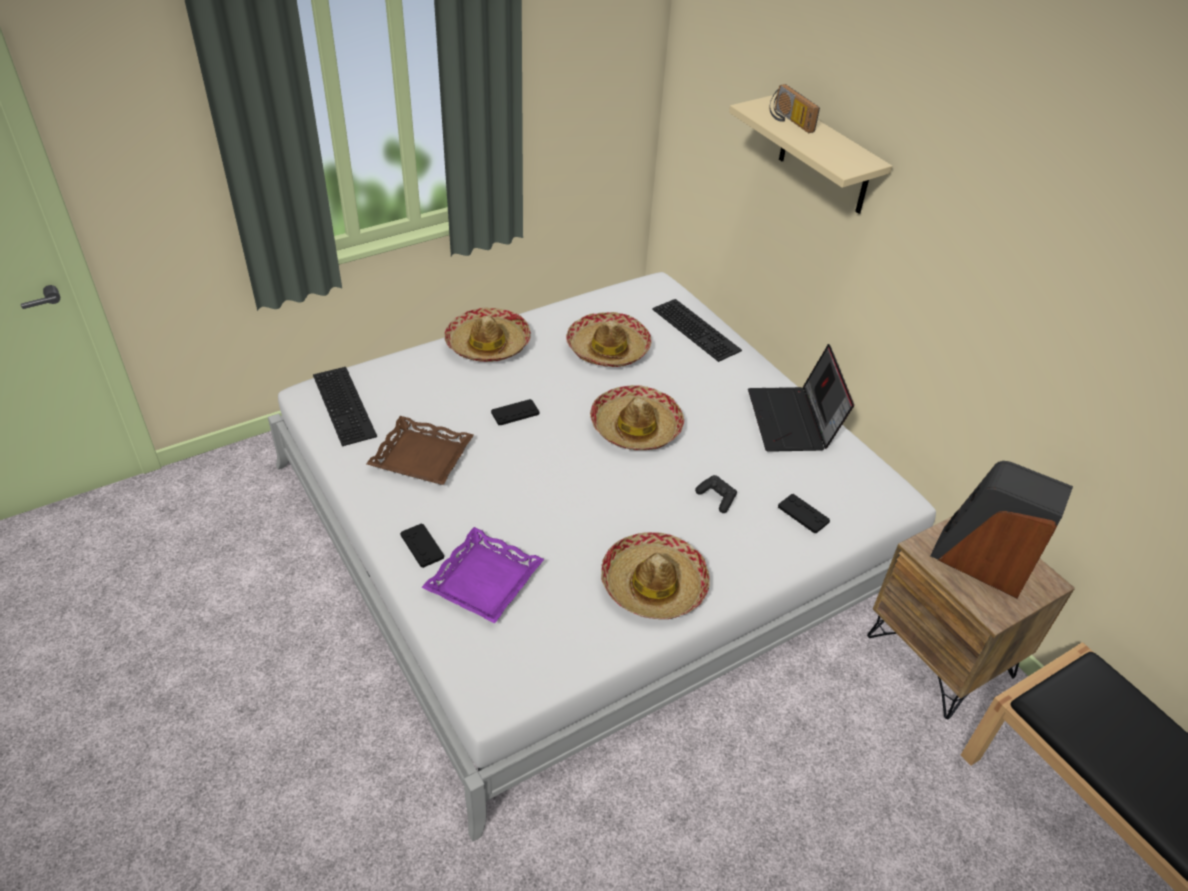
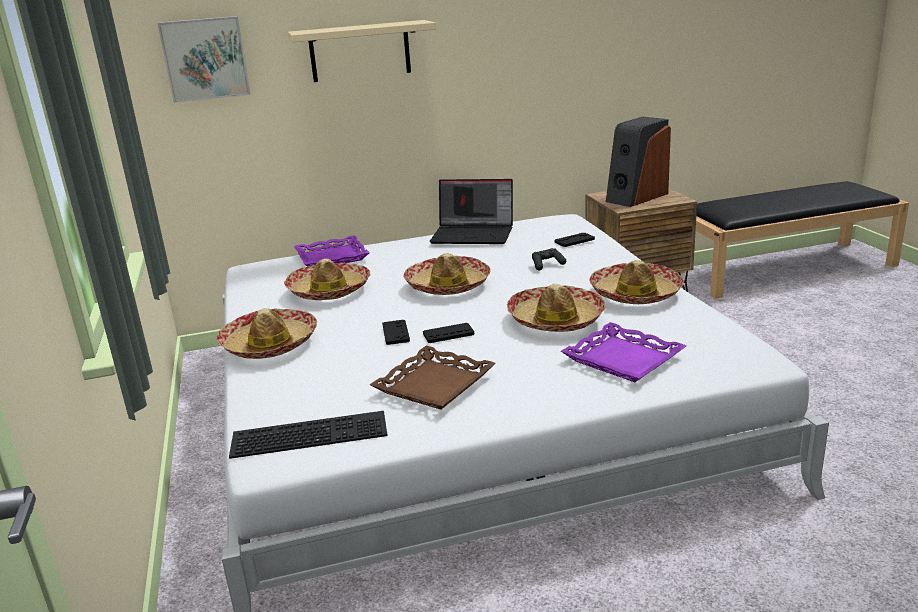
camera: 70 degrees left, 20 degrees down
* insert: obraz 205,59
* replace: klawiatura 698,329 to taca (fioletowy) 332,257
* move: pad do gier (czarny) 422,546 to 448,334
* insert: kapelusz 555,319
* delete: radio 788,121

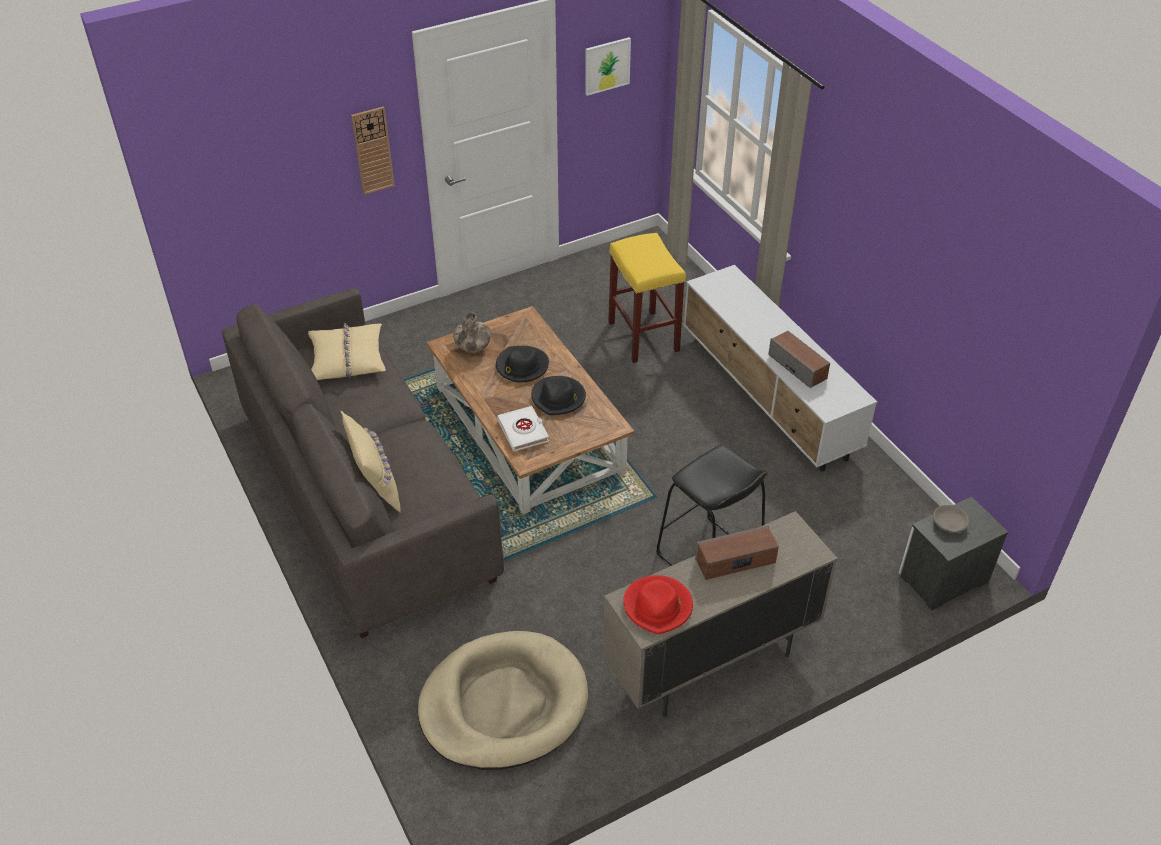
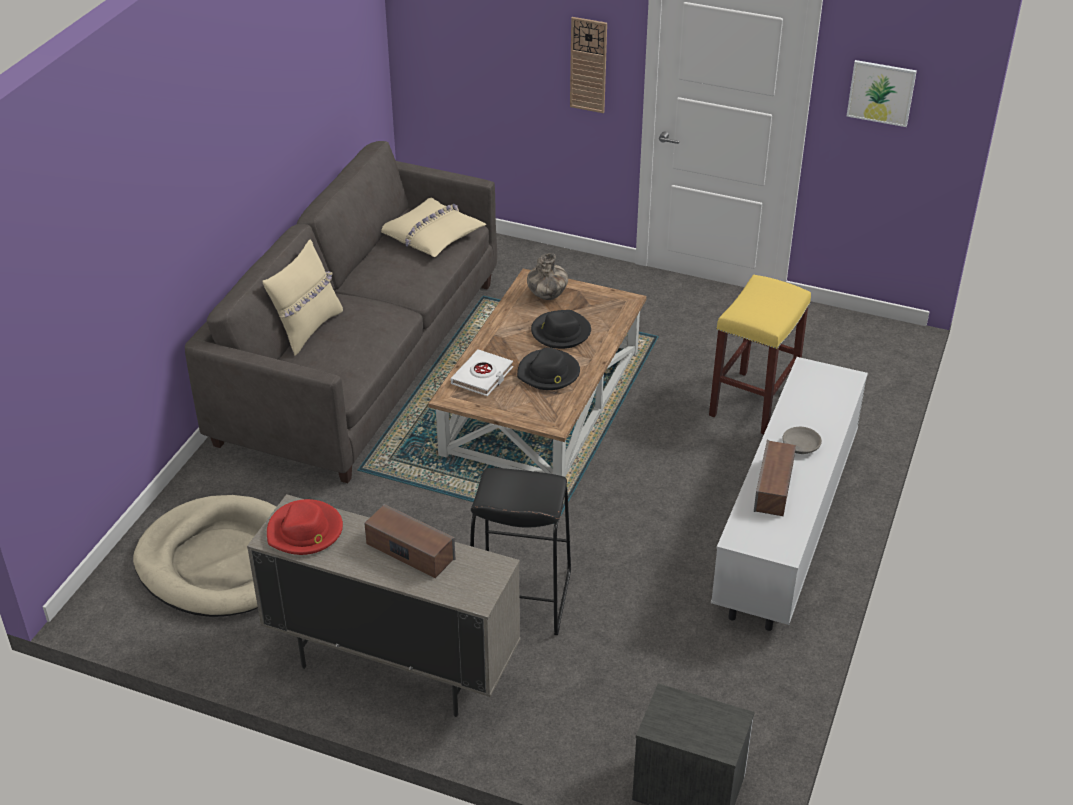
camera: 50 degrees right, 5 degrees down
* move: miska (szary) 949,523 to 800,446

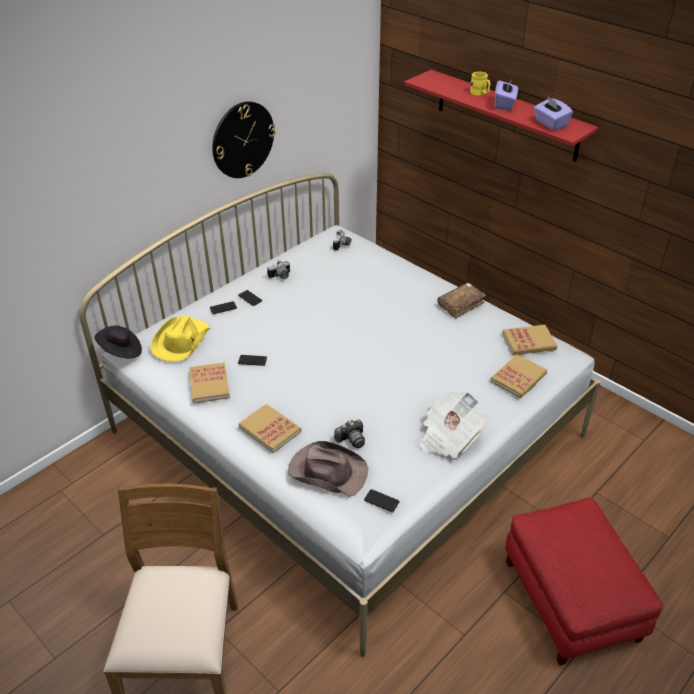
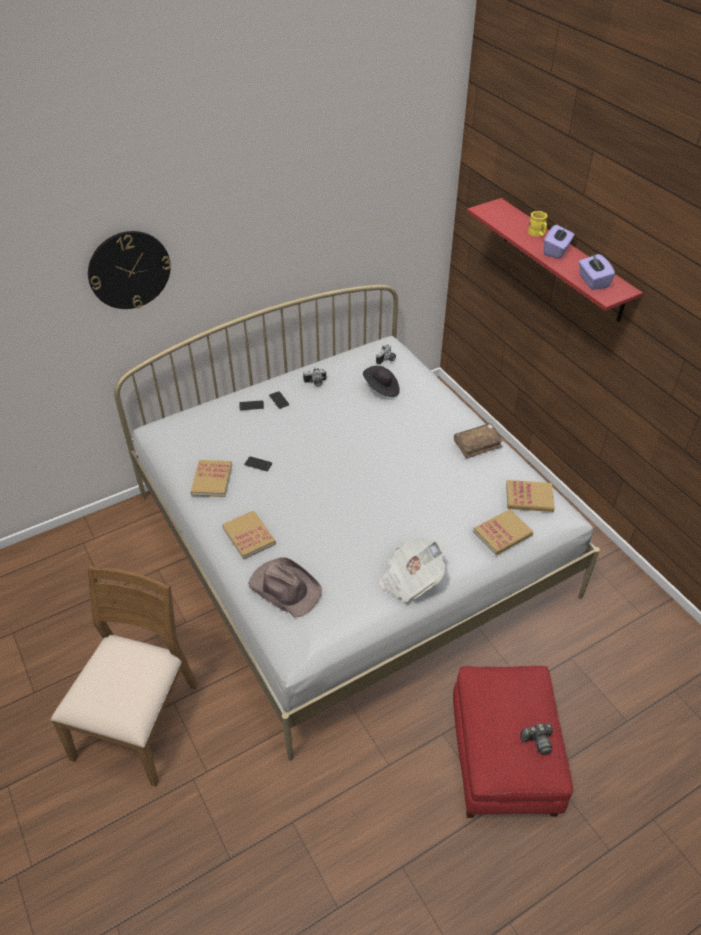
camera: 15 degrees right, 5 degrees up
* move: zegar ścienny 242,140 to 129,270
* move: kapelusz (czarny) 121,351 to 381,389
* move: aparat fotograficzny 351,439 to 537,741
* delete: kapelusz (żółty) 181,341
* delete: telefon 381,501

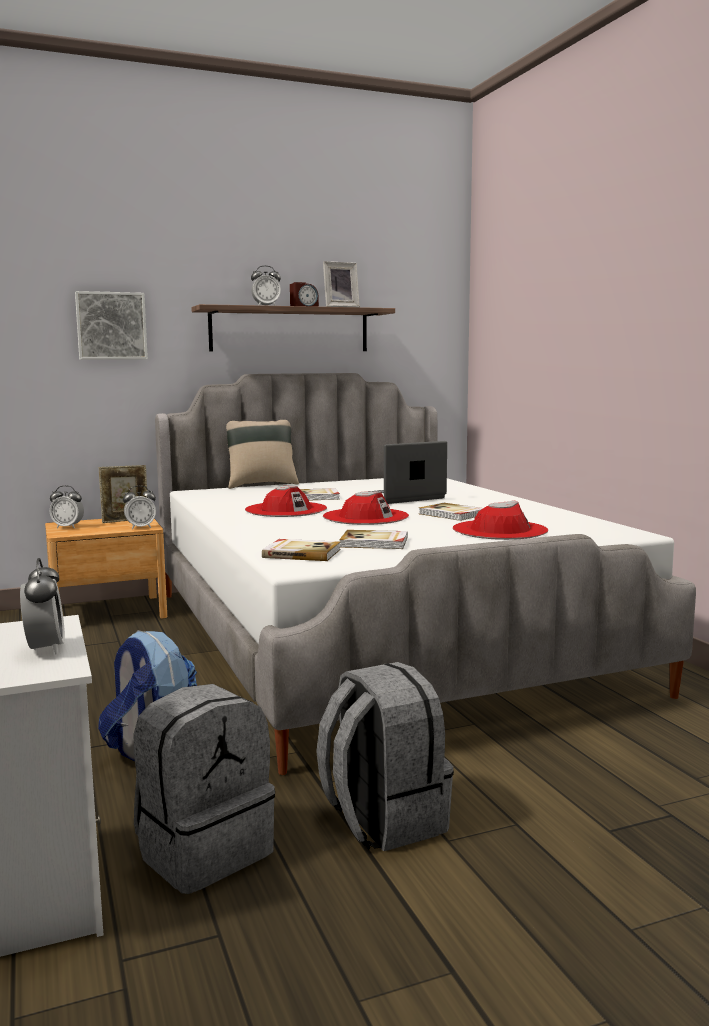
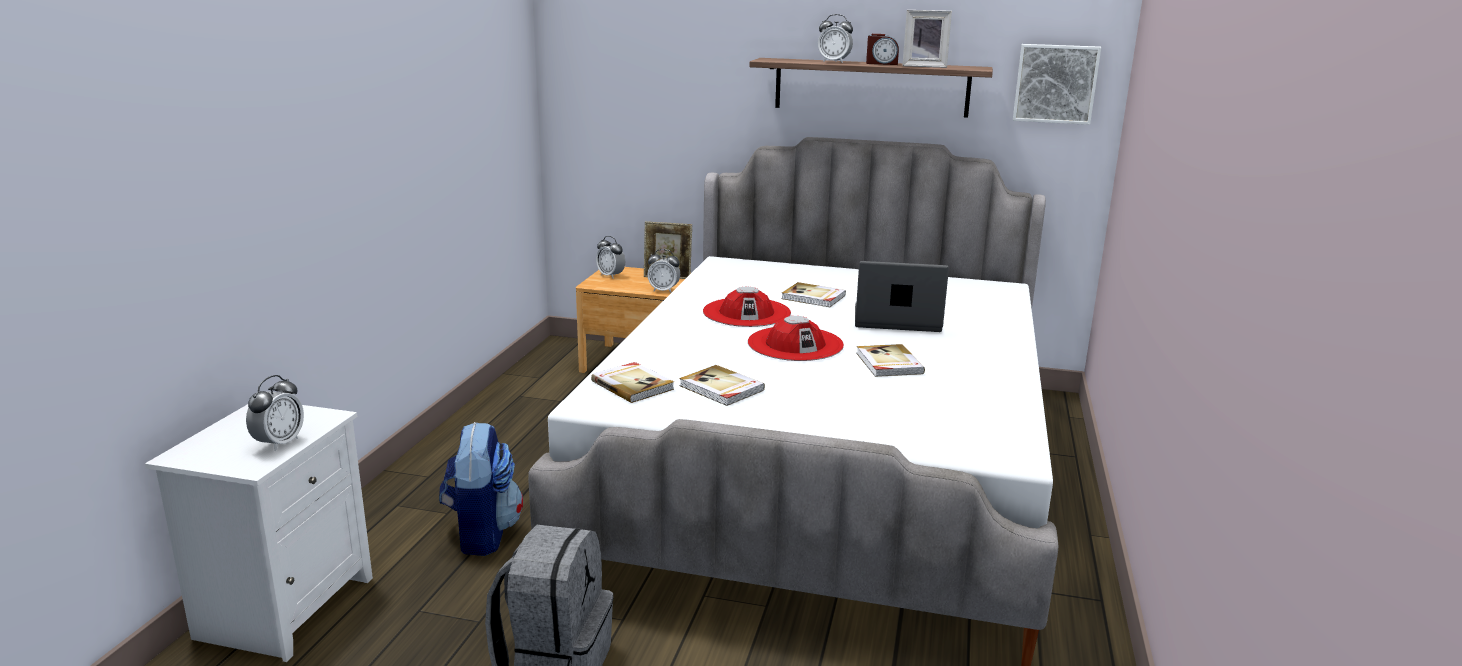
camera: 35 degrees right, 10 degrees up
* move: obraz 111,326 to 1055,83
* delete: plecak (szary) 204,850
* delete: poduszka (beżowy) 260,484
* delete: kapelusz (czerwony) 499,530

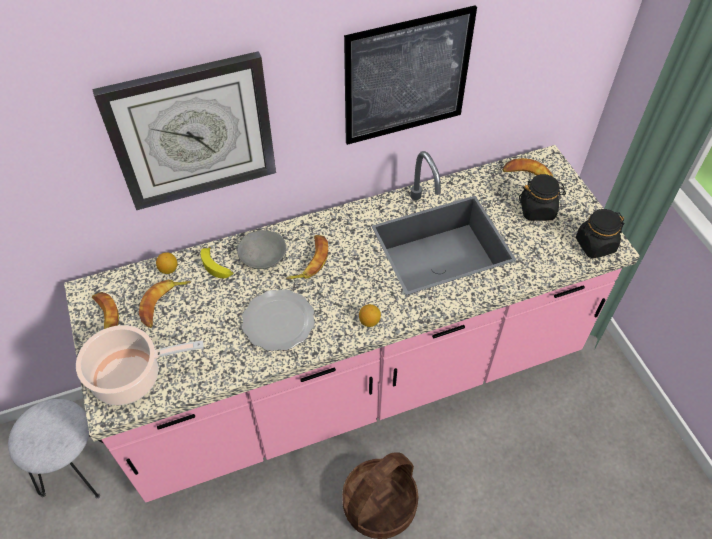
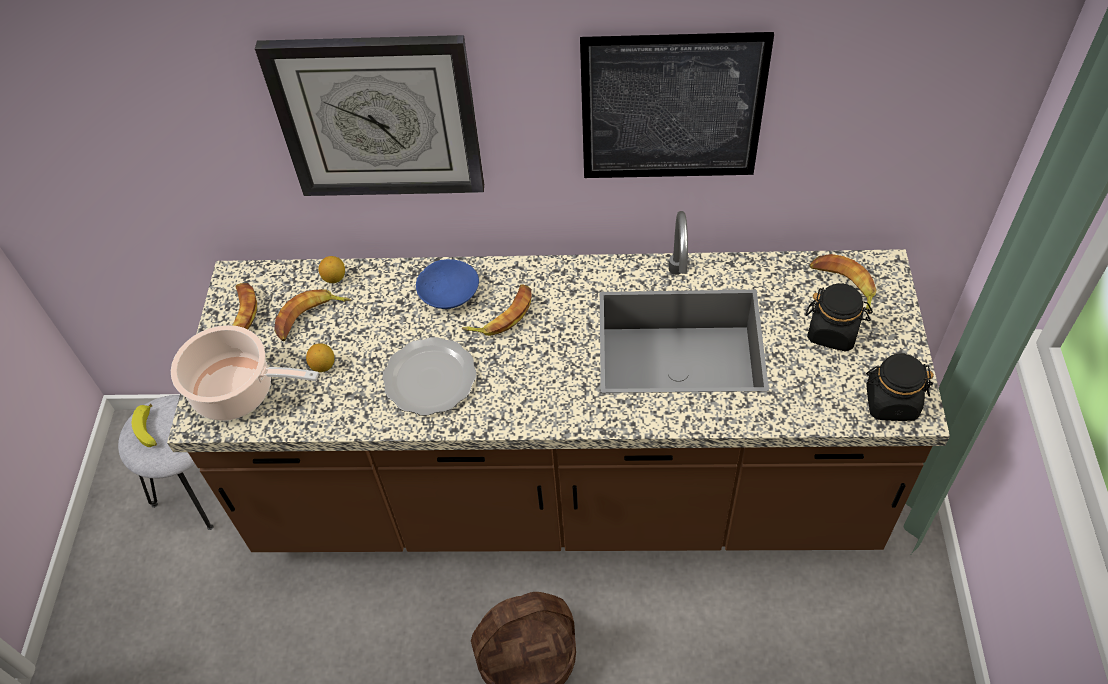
camera: 25 degrees right, 0 degrees up
* move: banan 217,267 to 149,430
* recolor: zabudowa kuchenna (różowy) 356,379 to zabudowa kuchenna (brązowy) 565,491
* move: cytryna 369,321 to 323,365
* recolor: miska (szary) 262,255 to miska (niebieski) 449,292

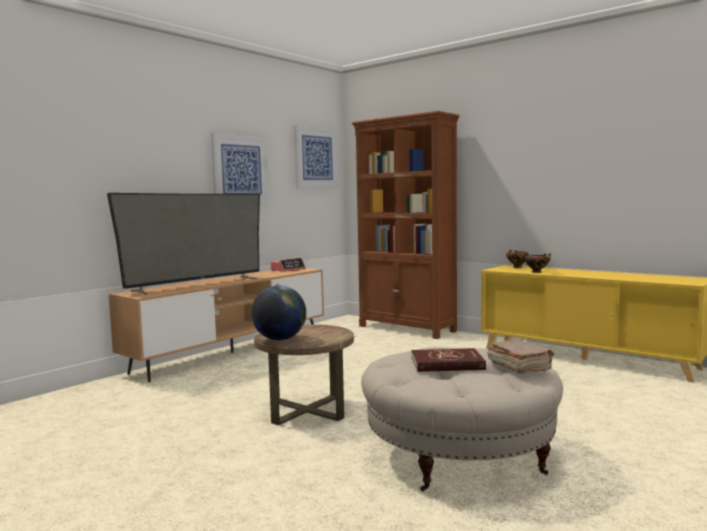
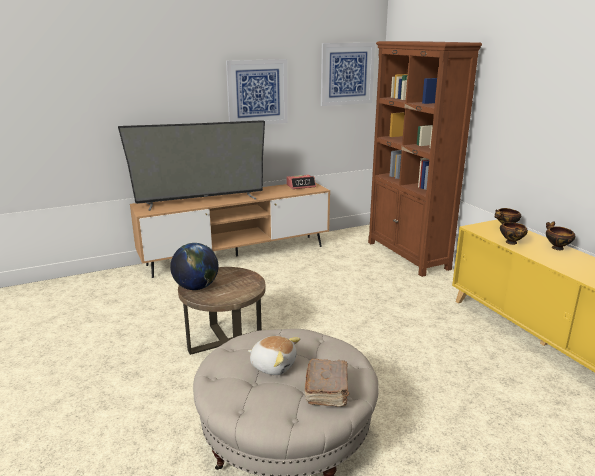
camera: 25 degrees right, 15 degrees up
* replace: książka (czerwony) 447,364 to pluszak 273,365
* insert: miska 556,247

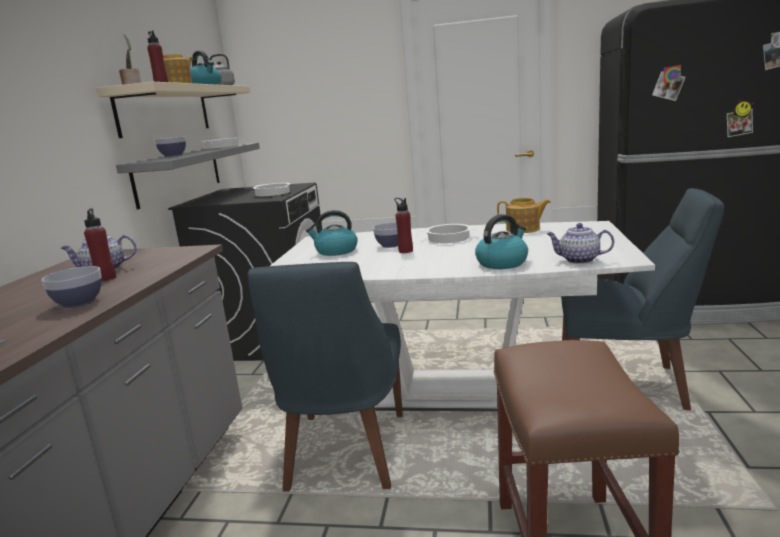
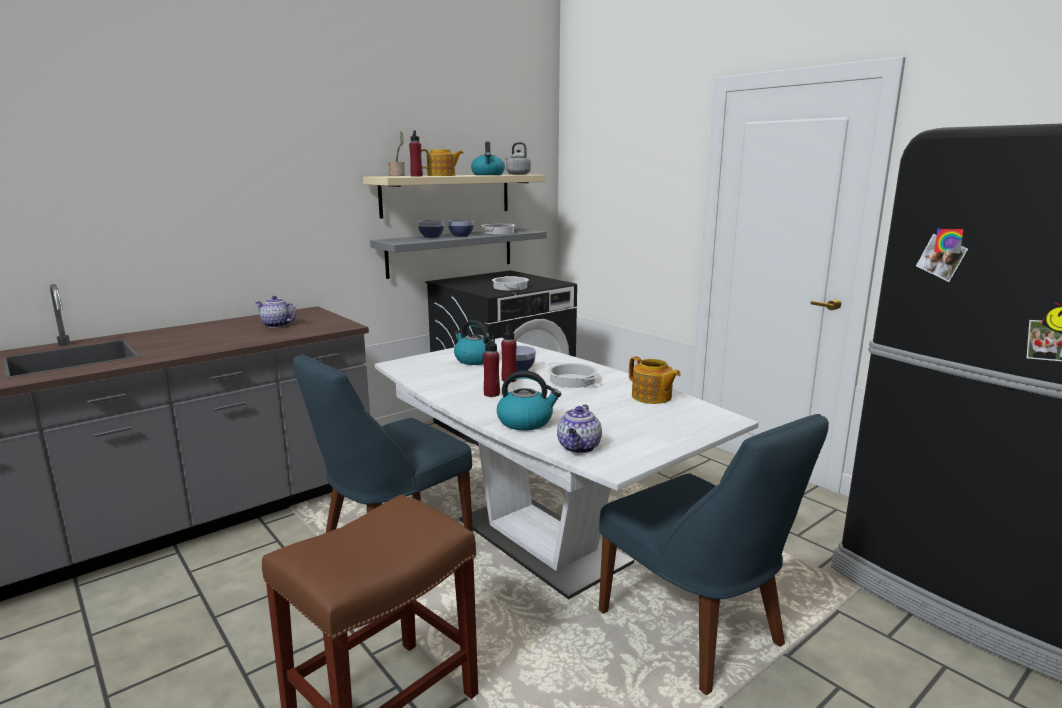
camera: 40 degrees right, 0 degrees up
* move: miska 79,302 to 461,236
* move: butelka (czerwony) 106,278 to 491,394
* rotate: imbryk 578,260 = 579,448 135 degrees counterclockwise

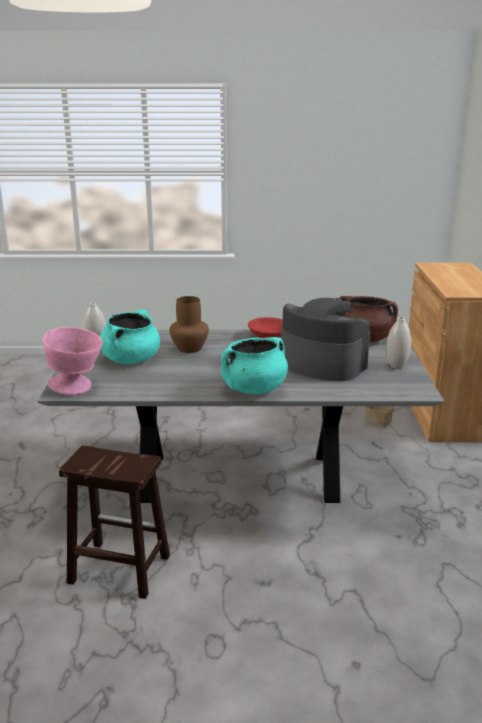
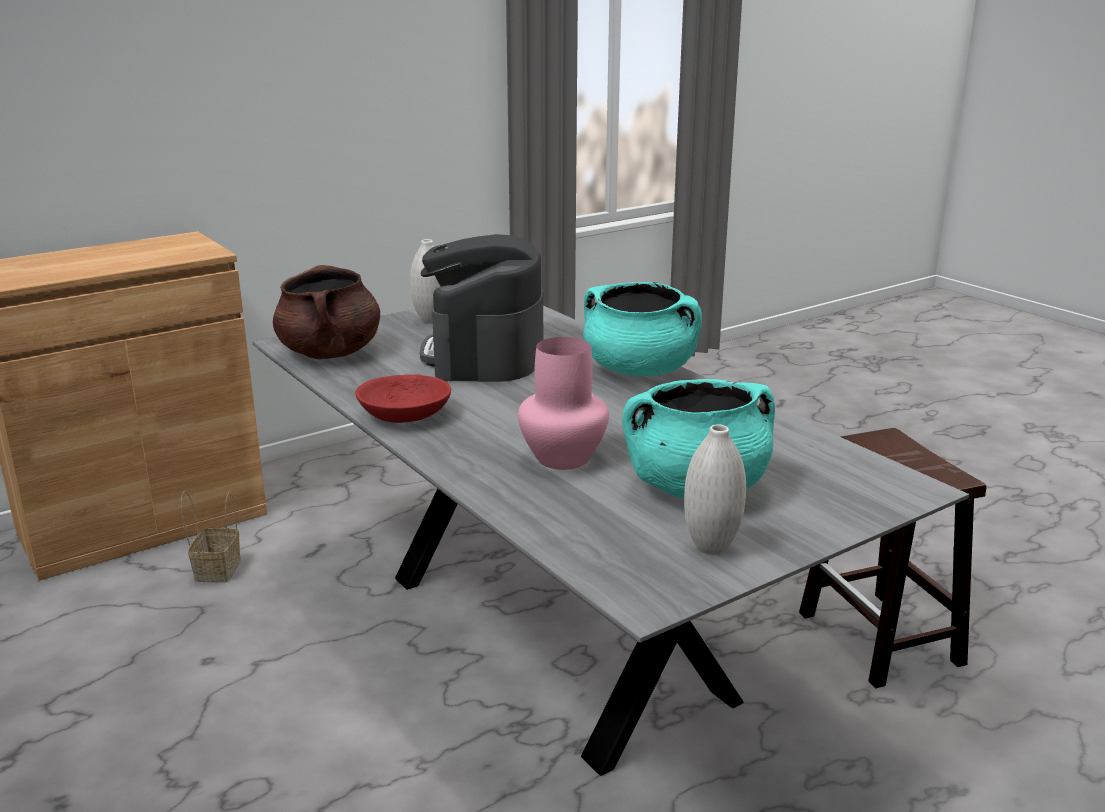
camera: 125 degrees left, 0 degrees up
* recolor: wazon (brązowy) 190,348 to wazon (różowy) 561,458
* delete: miska (różowy) 77,388

